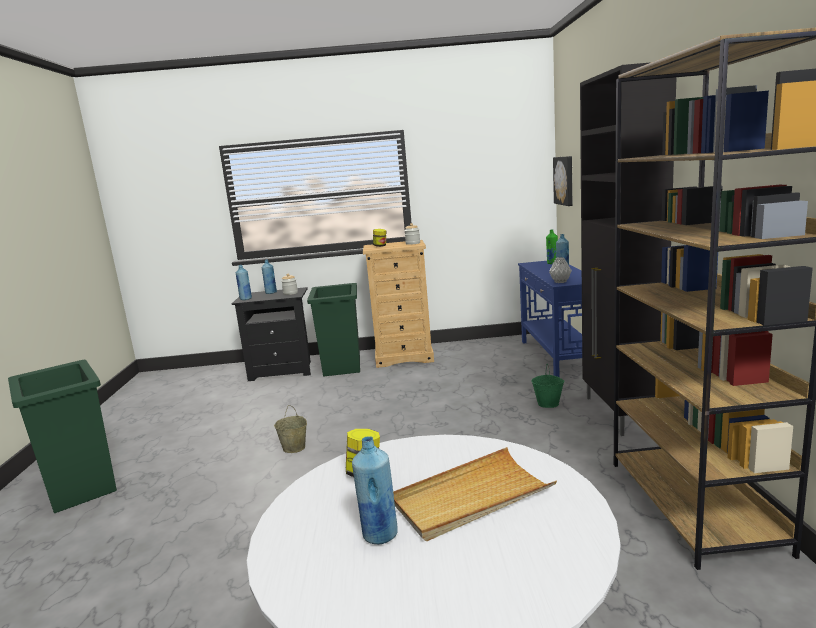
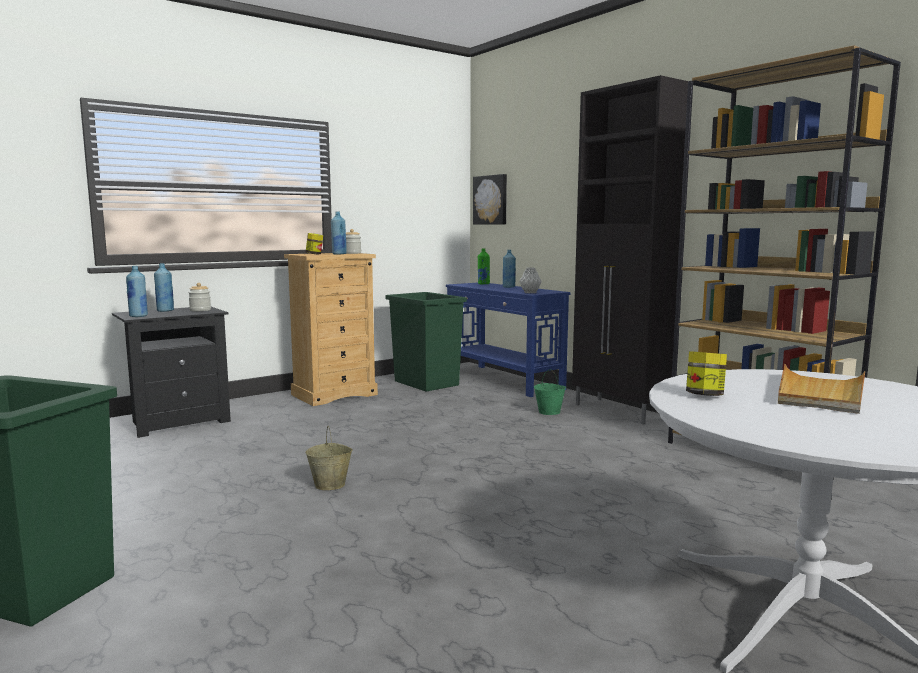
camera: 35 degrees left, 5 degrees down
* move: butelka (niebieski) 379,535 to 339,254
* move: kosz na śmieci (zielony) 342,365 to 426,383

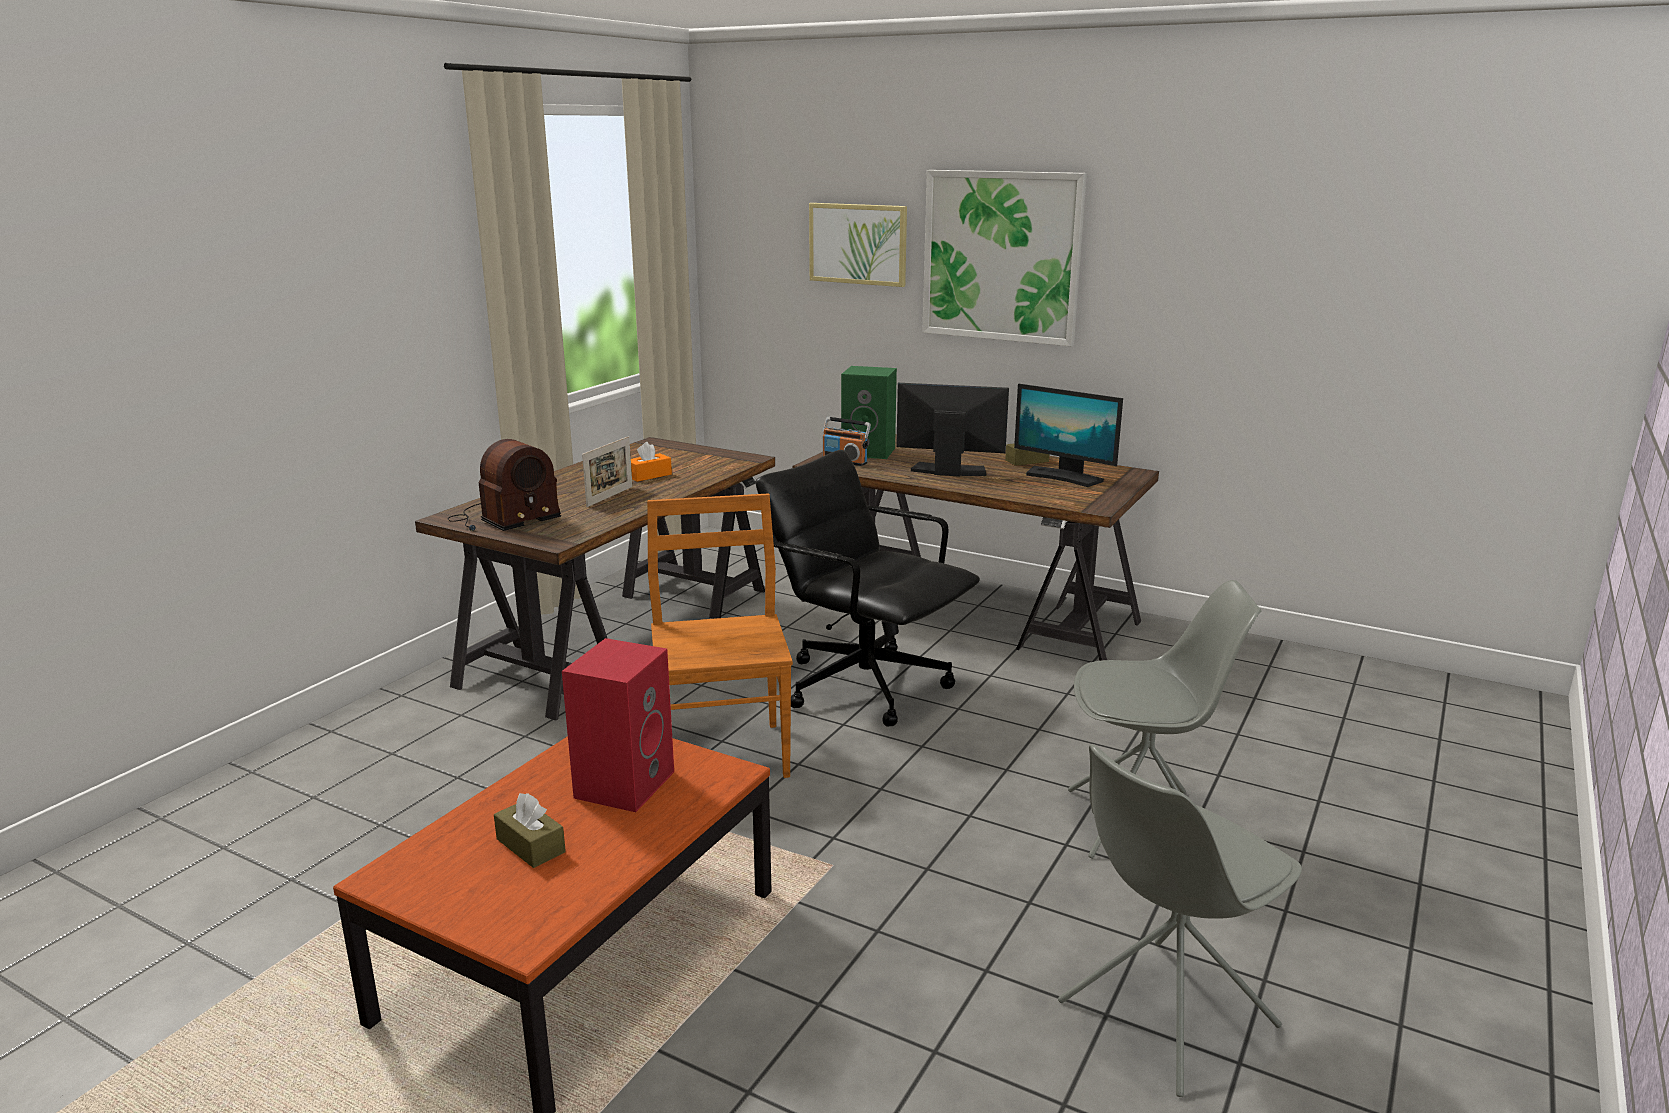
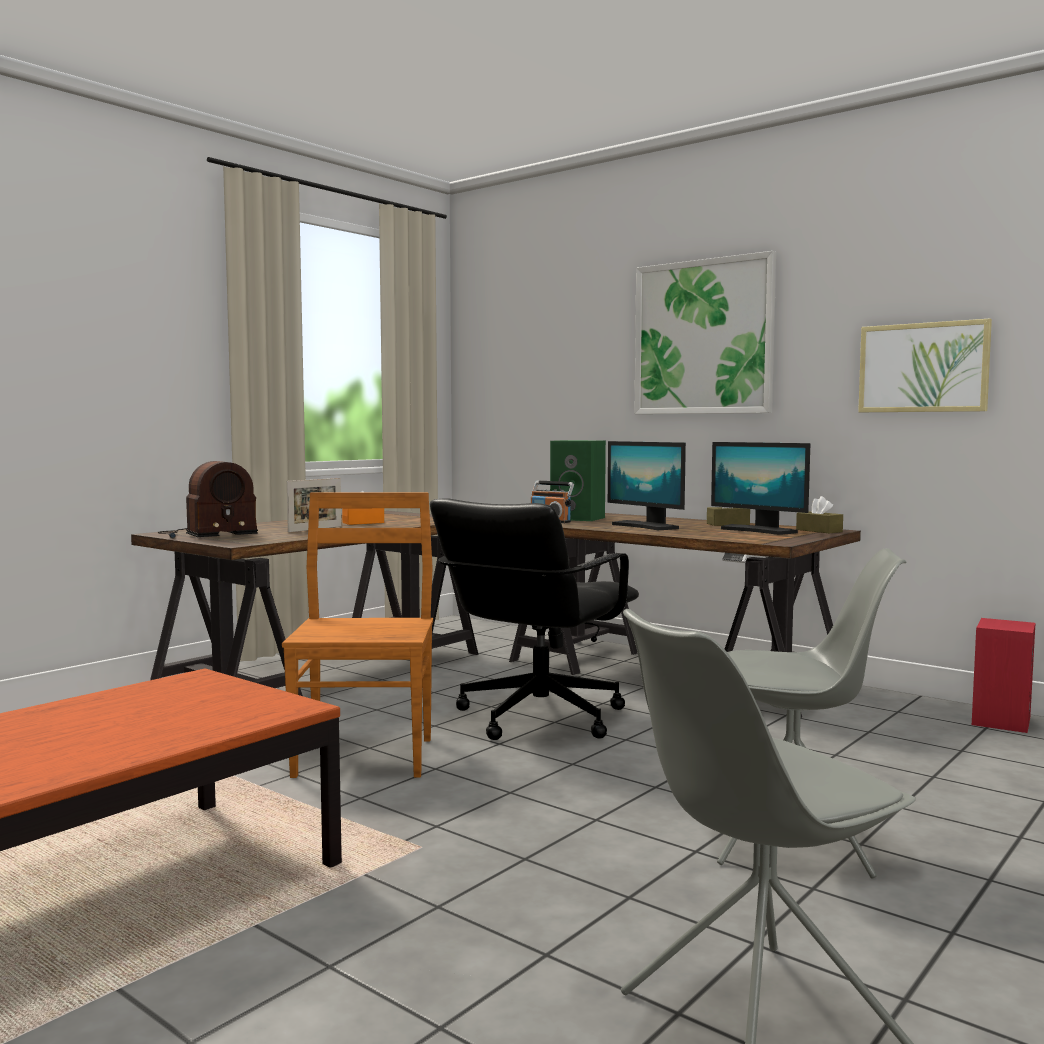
camera: 10 degrees right, 15 degrees down
* rotate: krzesło biurowe (czarny) 864,684 = 538,718 105 degrees counterclockwise
* rotate: monitor 949,471 = 646,526 150 degrees counterclockwise
* move: pudełko chusteczek (brązowy) 530,846 to 819,531
* move: obraz 858,244 to 923,367
* move: głośnik (czerwony) 624,783 to 999,720

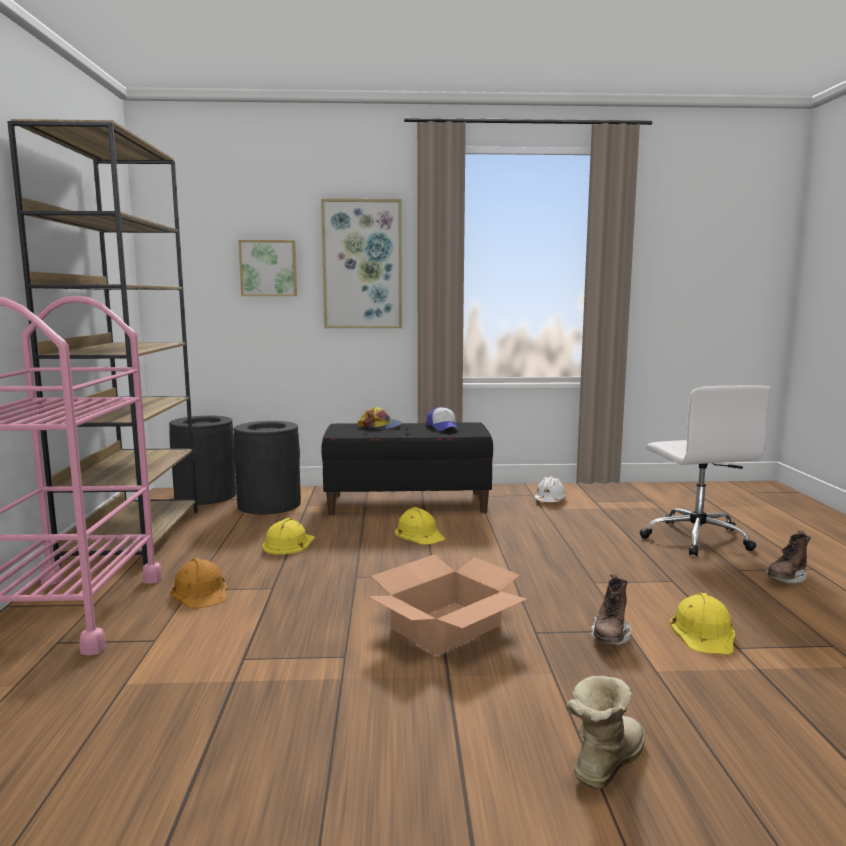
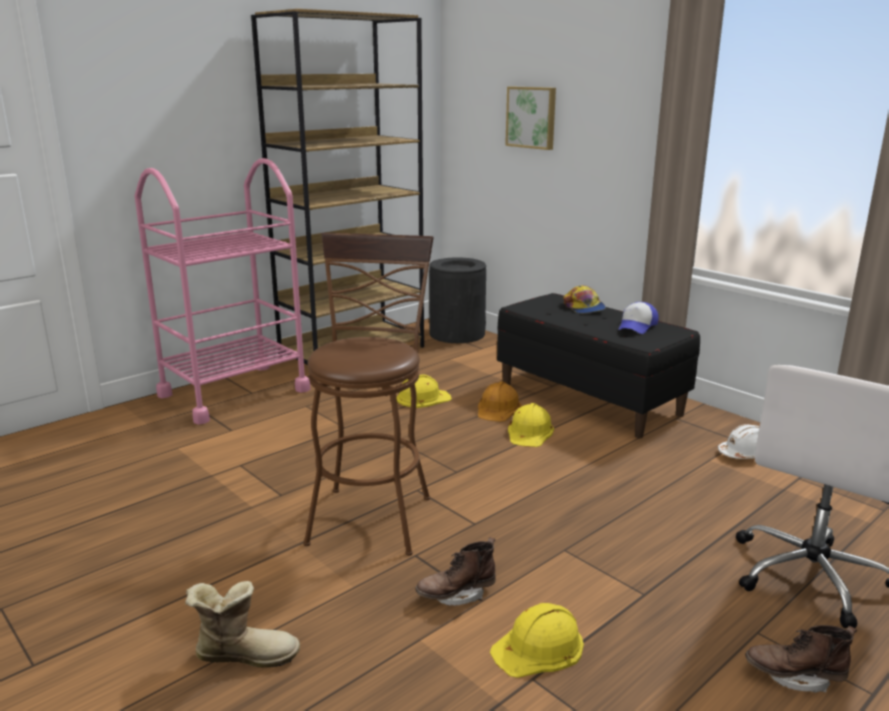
camera: 50 degrees right, 10 degrees up
* replace: karton 446,627 to stołek (brązowy) 372,513
* move: kask (pomarańczowy) 201,592 to 498,408
* delete: kosz na śmieci (czarny) 269,504
* delete: obraz 362,264

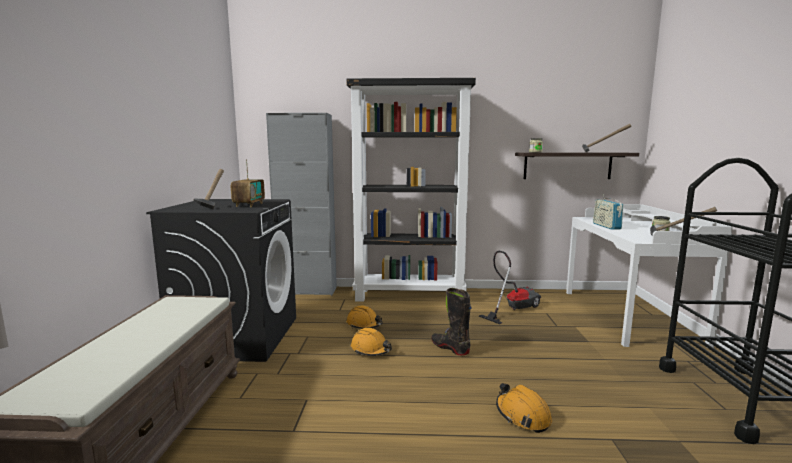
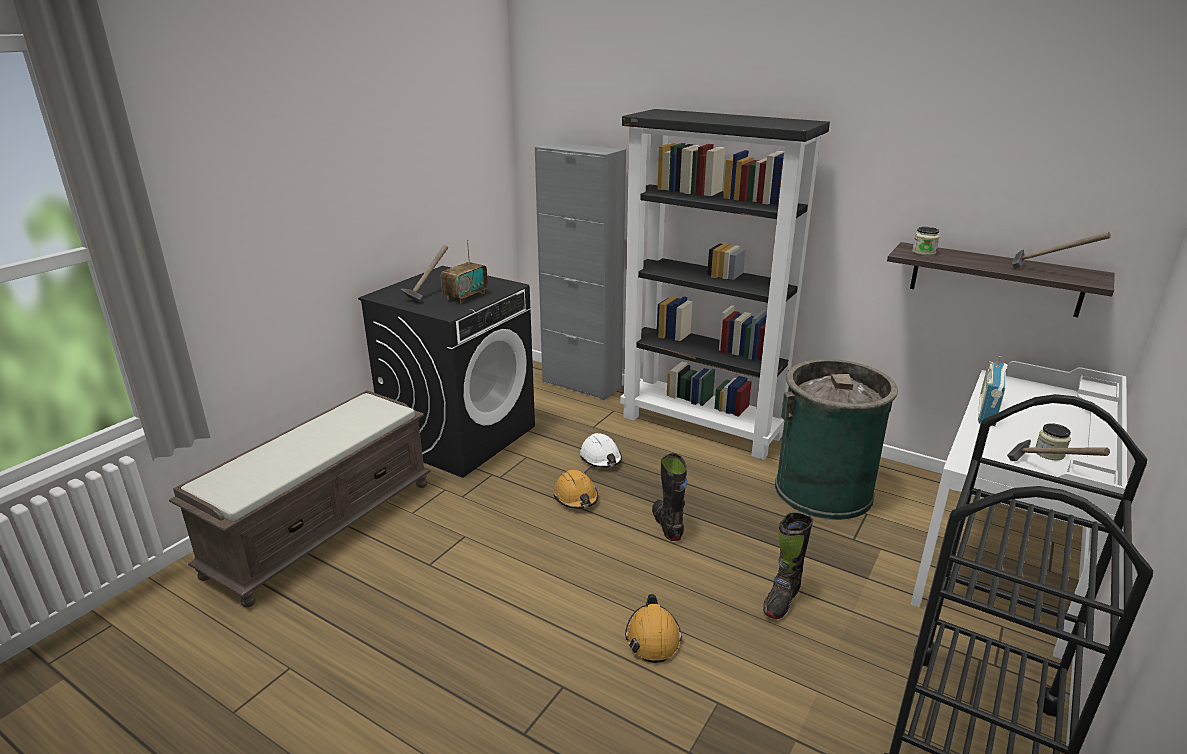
camera: 30 degrees right, 15 degrees up
* recolor: kask (pomarańczowy) 364,324 to kask (biały) 601,458
* insert: but z cholewką (czarny) 781,600
* replace: odkurzacz 512,308 to kosz na śmieci (zielony) 823,490

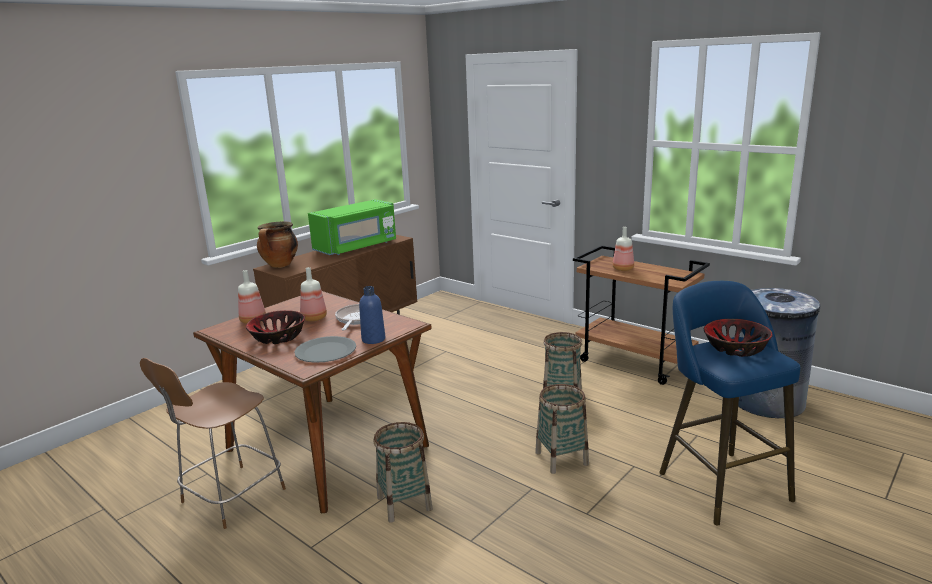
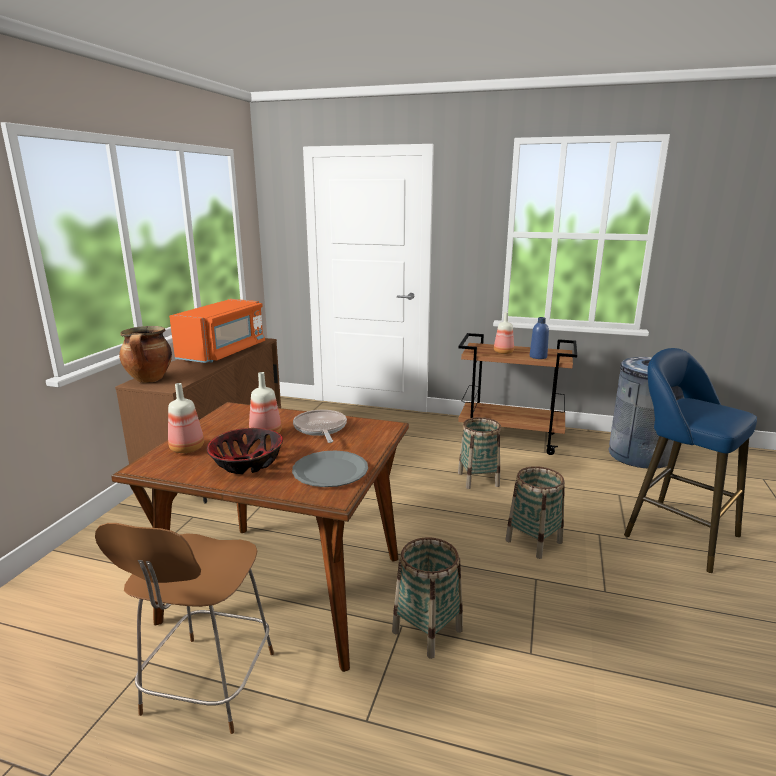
camera: 25 degrees left, 0 degrees up
* recolor: mikrofalówka (zielony) 356,247 to mikrofalówka (pomarańczowy) 223,352
* move: butelka (niebieski) 373,339 to 538,357
* delete: miska 735,349

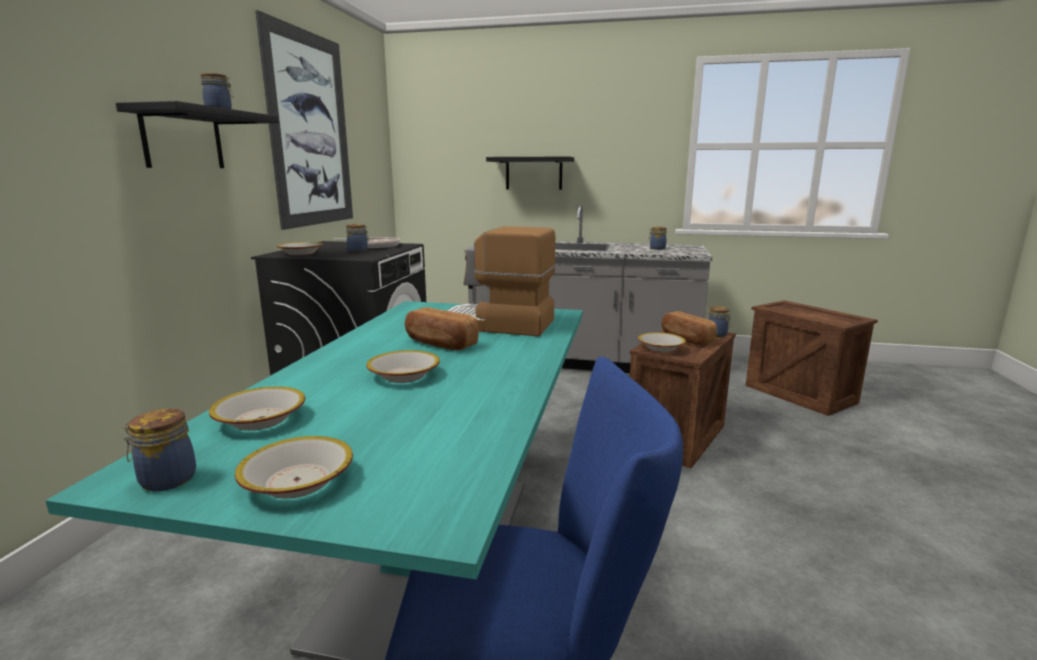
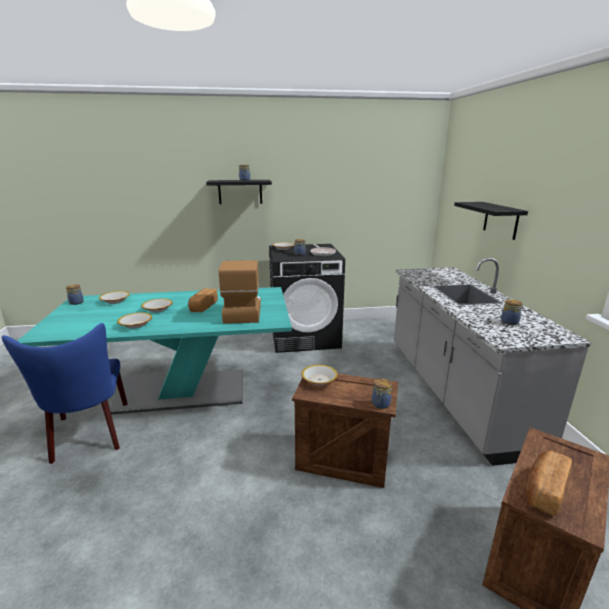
camera: 70 degrees right, 5 degrees up
* move: miska 297,481 to 136,324
* move: chleb 685,339 to 544,490
* delete: obraz 310,130

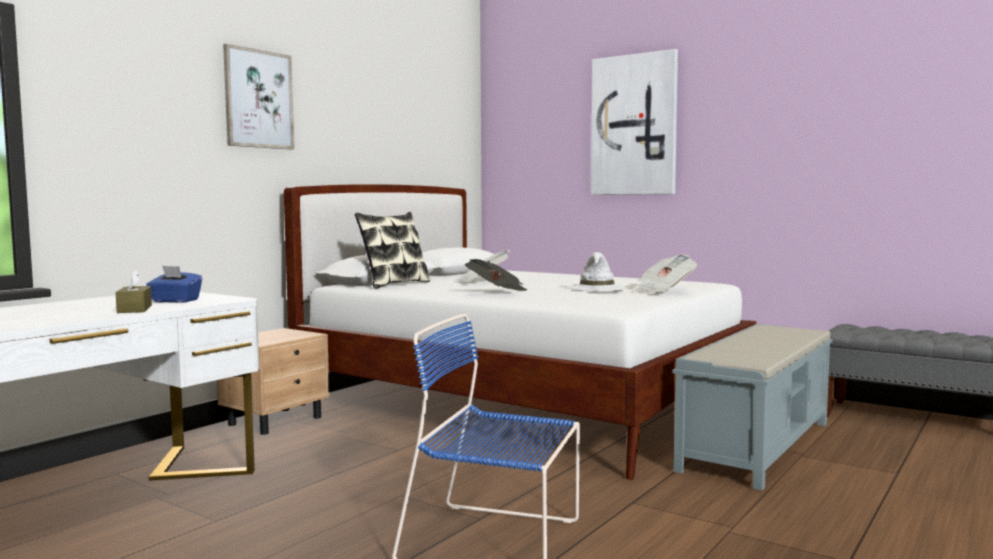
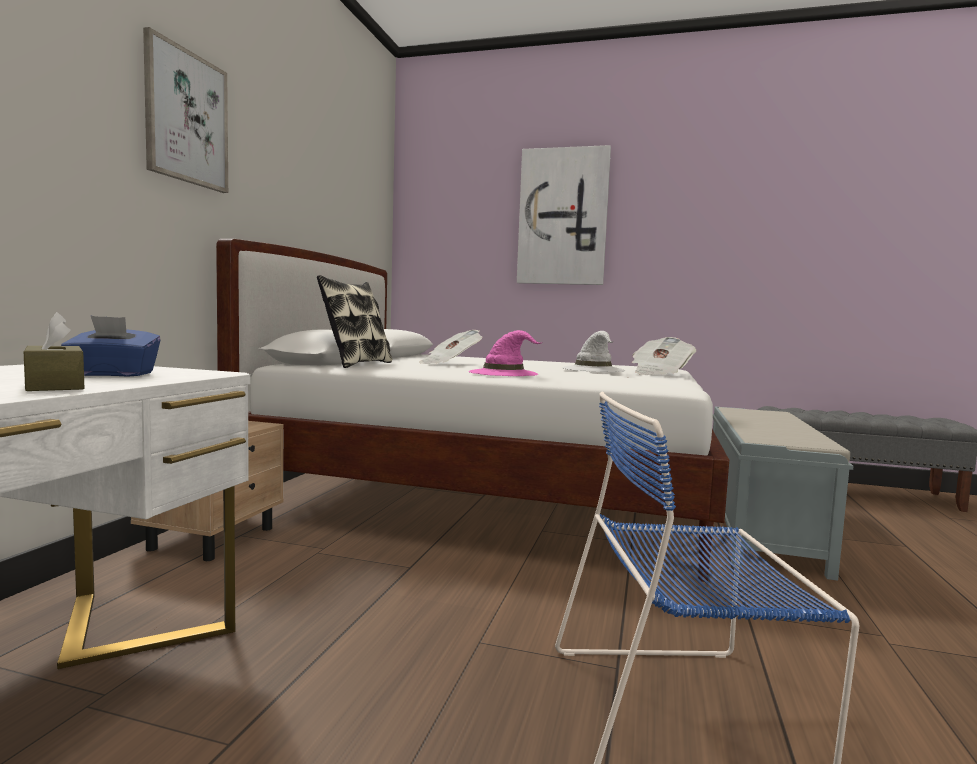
camera: 20 degrees left, 0 degrees up
* replace: gazeta 497,293 to kapelusz (różowy) 504,373

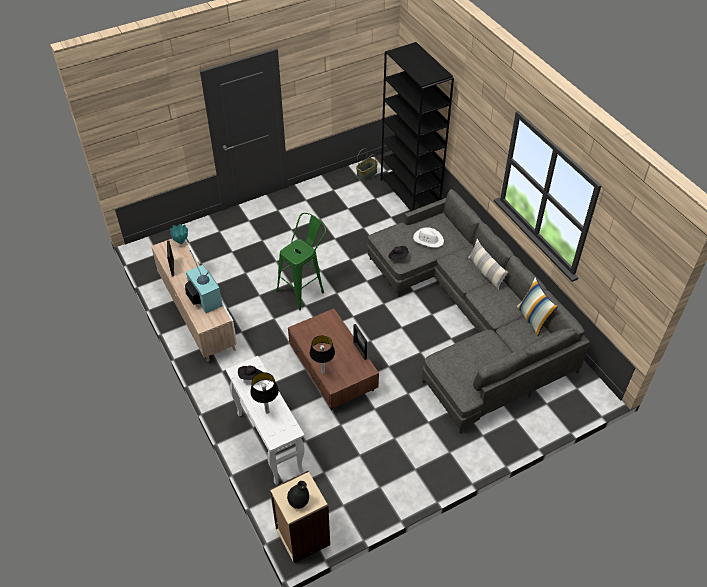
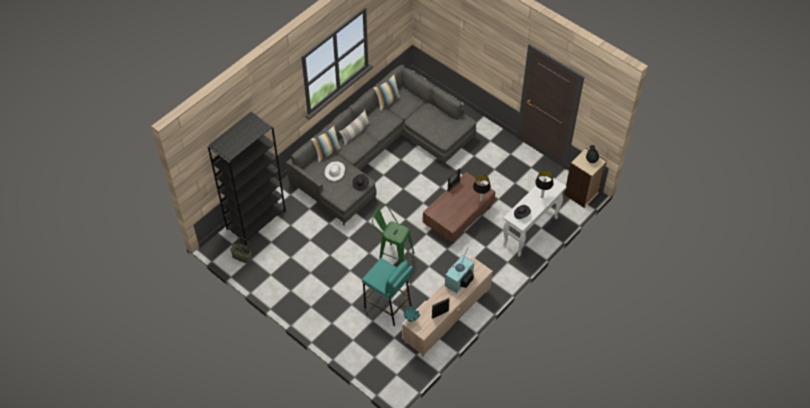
camera: 110 degrees left, 5 degrees up
* insert: poduszka 327,152
* insert: stołek (turkusowy) 388,306

